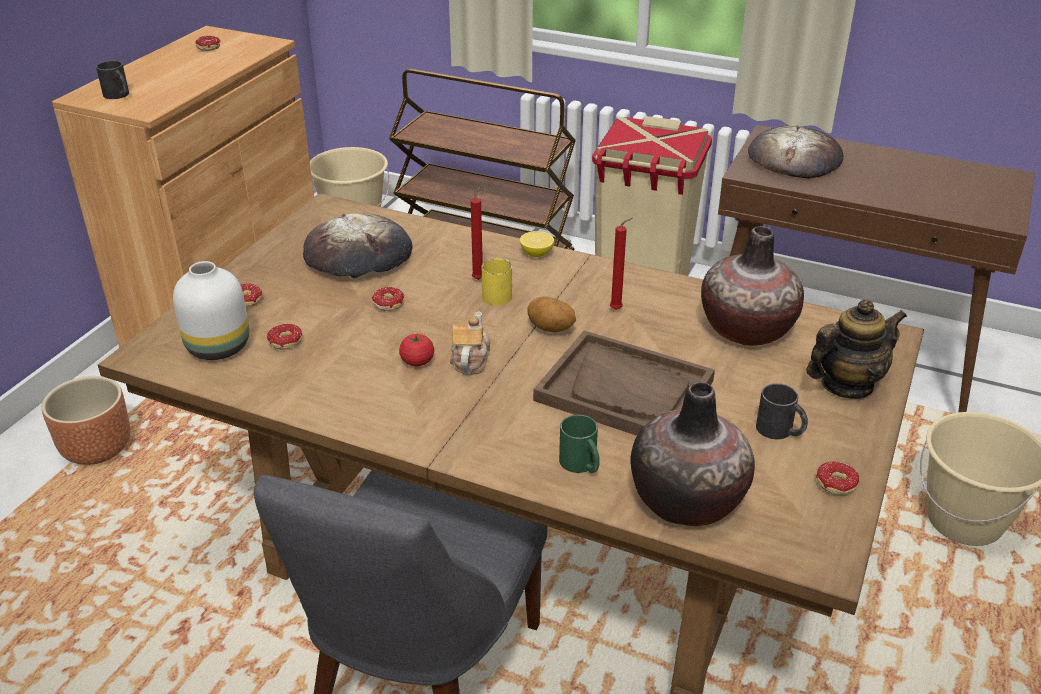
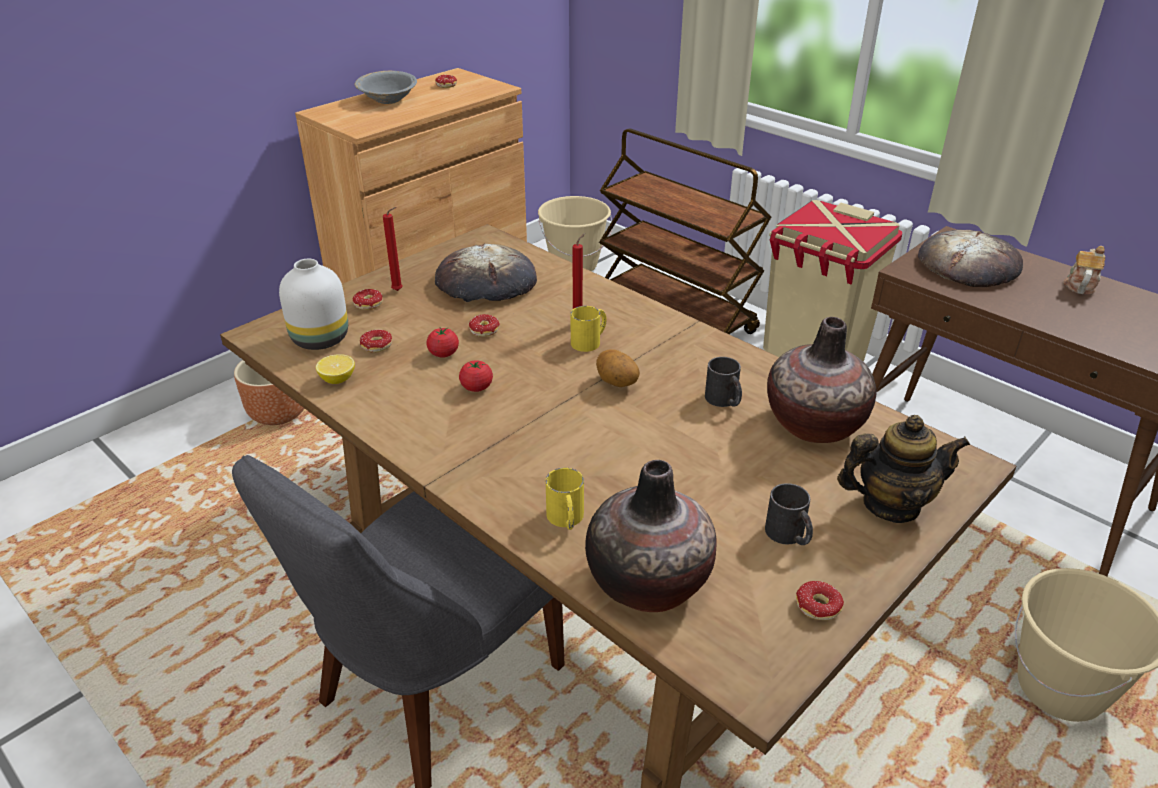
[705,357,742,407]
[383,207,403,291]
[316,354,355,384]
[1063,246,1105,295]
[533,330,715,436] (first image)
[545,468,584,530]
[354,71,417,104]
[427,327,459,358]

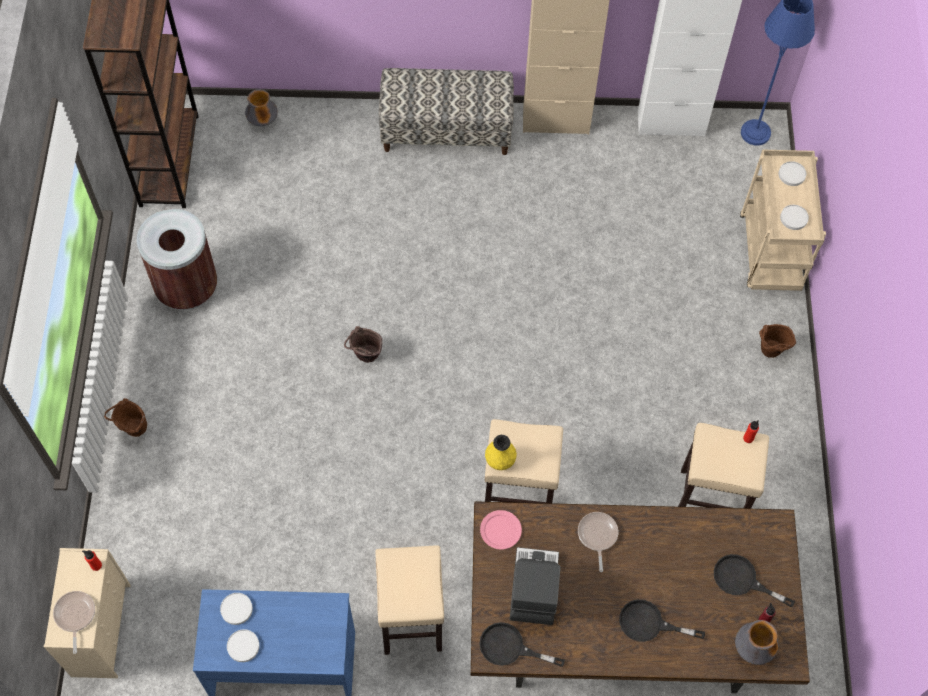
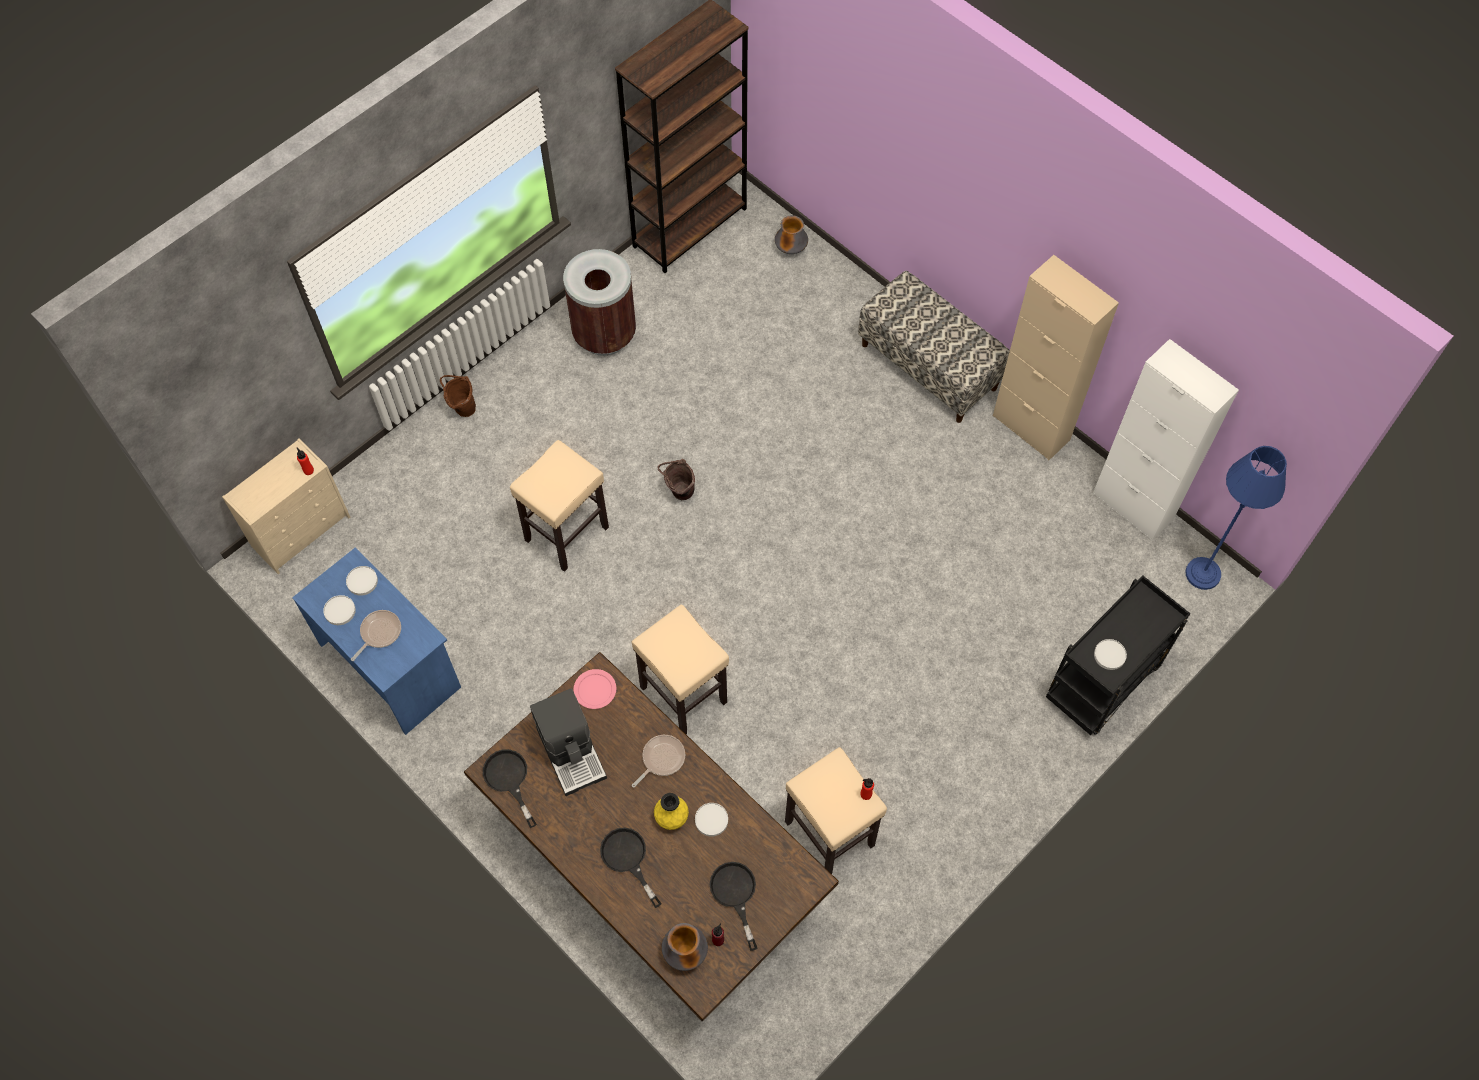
[1046,575,1190,735]
[695,803,728,837]
[759,324,796,358] (first image)
[654,793,689,830]
[510,440,609,572]
[530,688,607,796]
[351,610,401,661]

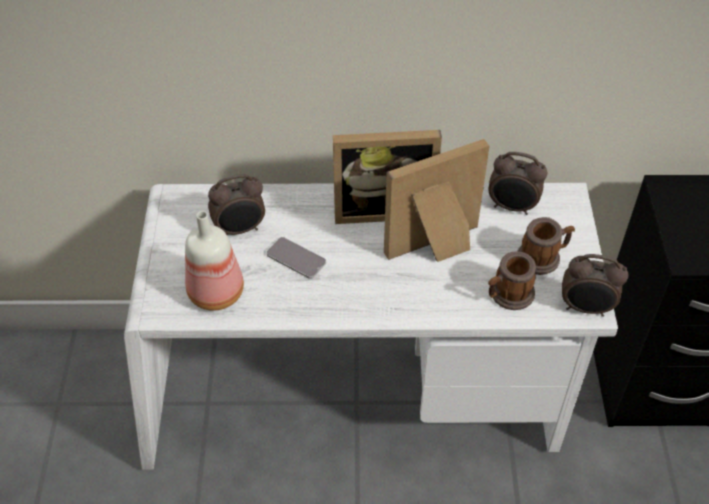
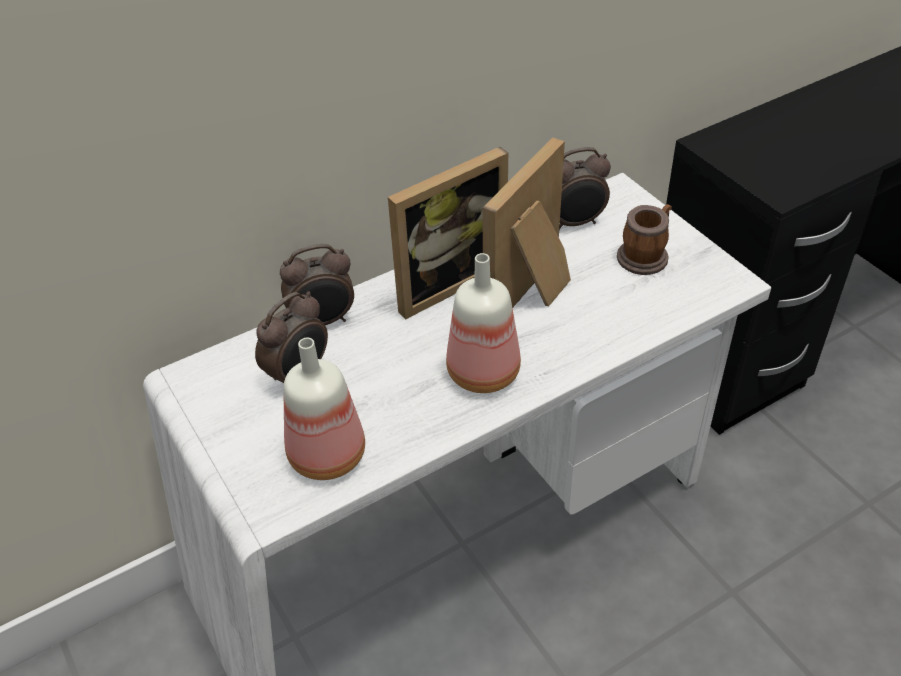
[266,237,326,279] (first image)
[488,252,536,310] (first image)
[280,244,354,325]
[446,253,521,393]

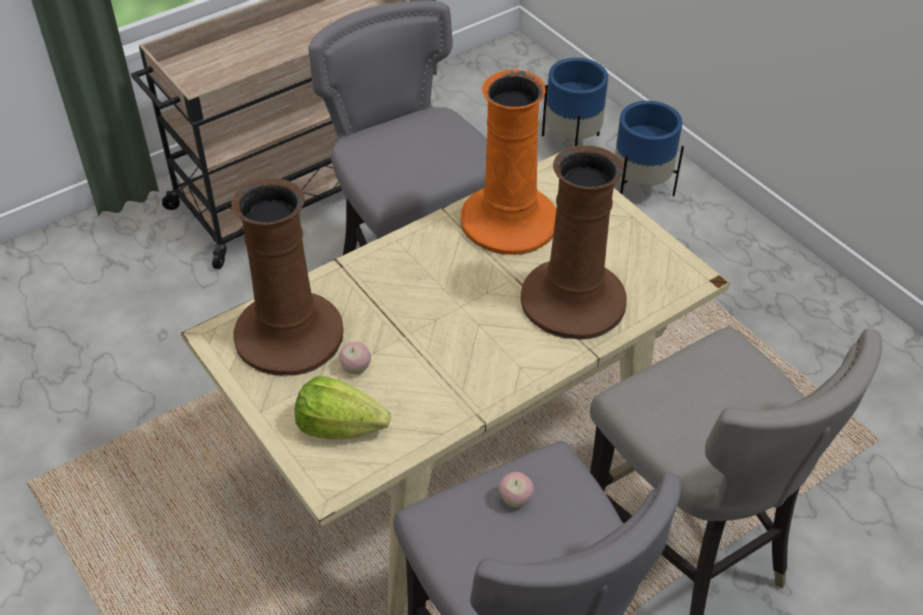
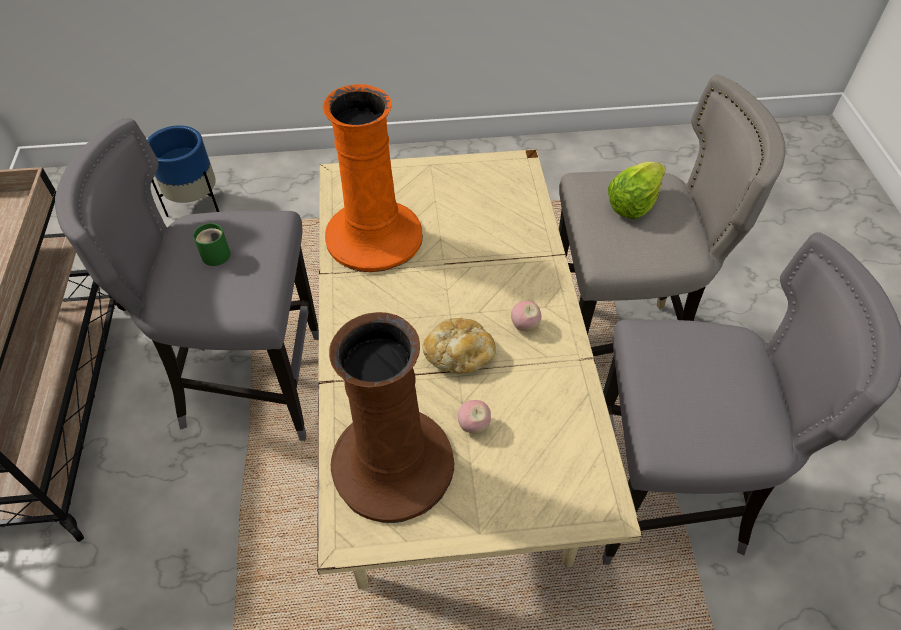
[615,101,684,196] (first image)
[521,146,627,340] (first image)
[608,162,666,220]
[511,301,541,332]
[193,223,230,266]
[422,318,496,374]

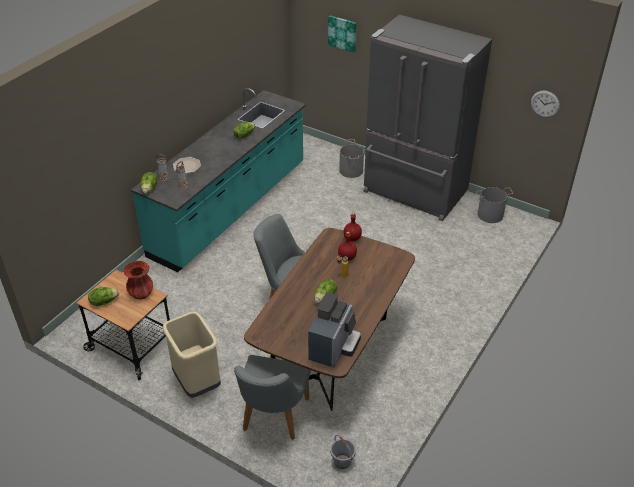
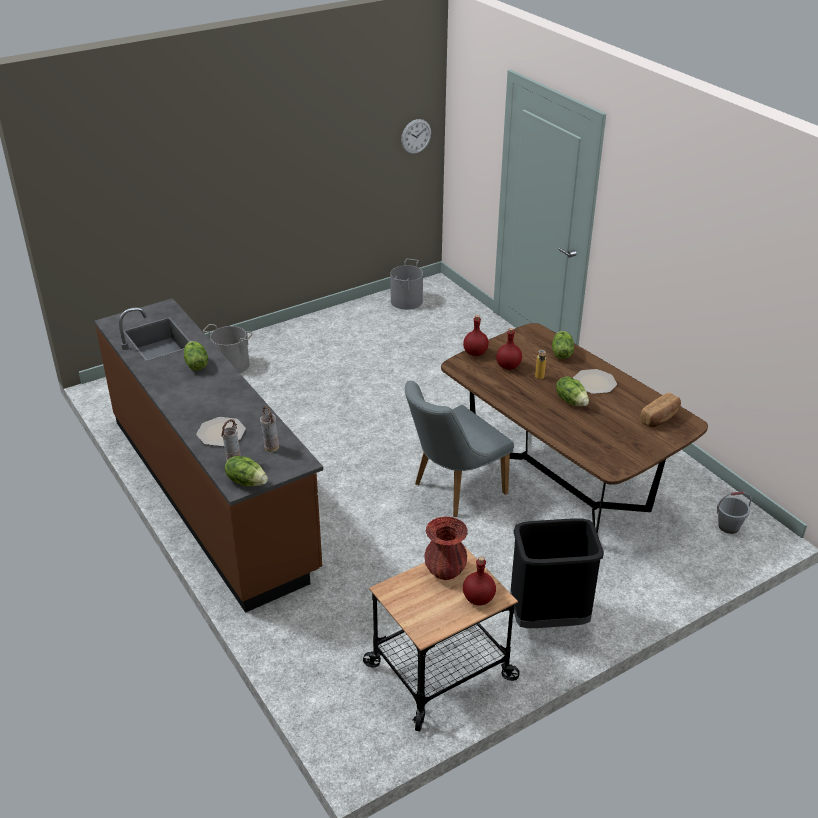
[363,15,492,221] (first image)
[328,16,357,53] (first image)
[94,298,323,613]
[552,331,574,359]
[640,393,681,427]
[510,518,604,628]
[234,355,311,440] (first image)
[573,369,617,394]
[463,556,496,605]

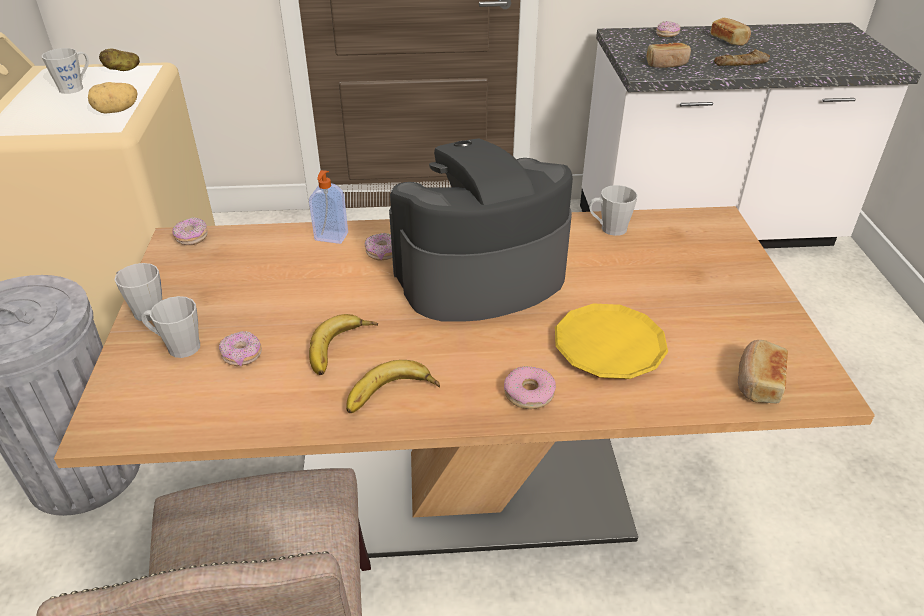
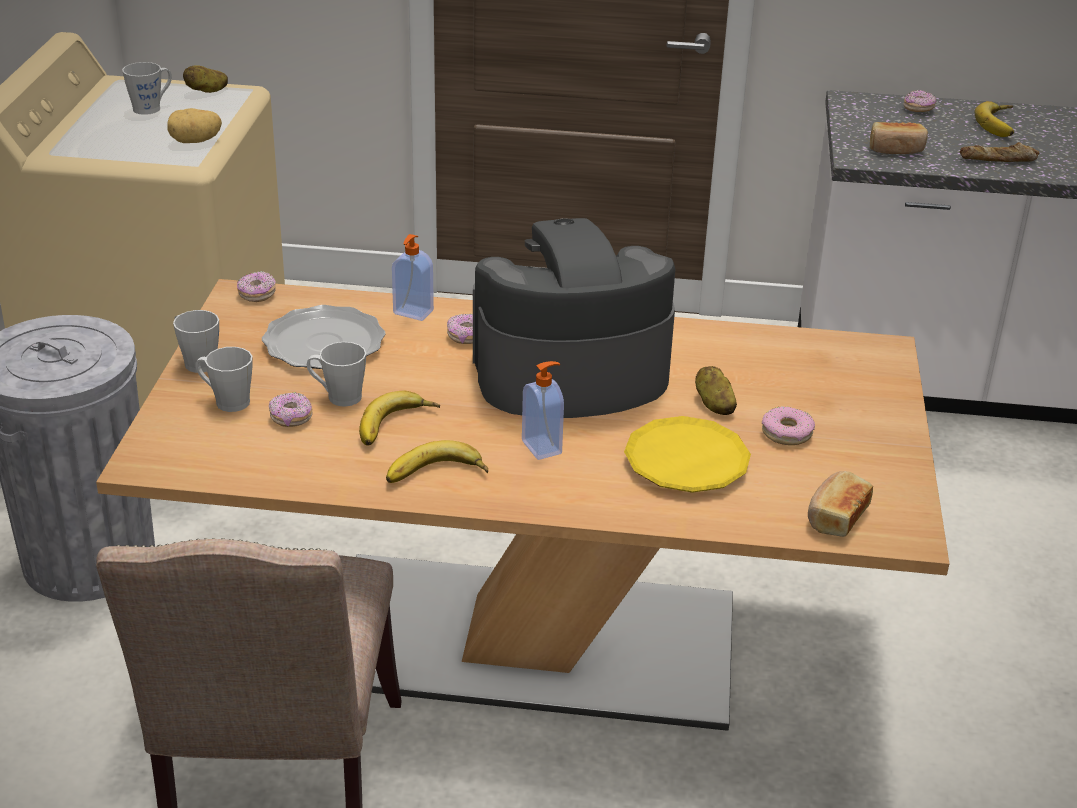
[975,101,1014,137]
[307,342,366,407]
[762,406,815,445]
[262,305,386,369]
[522,361,564,460]
[695,366,737,415]

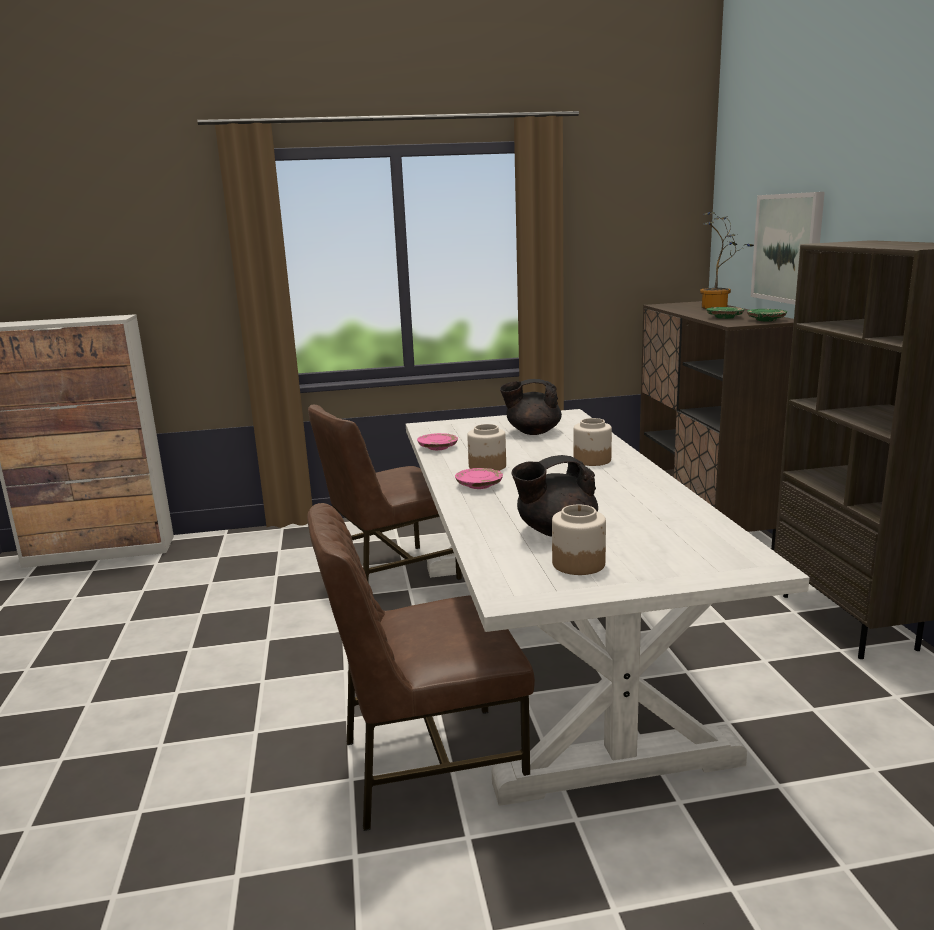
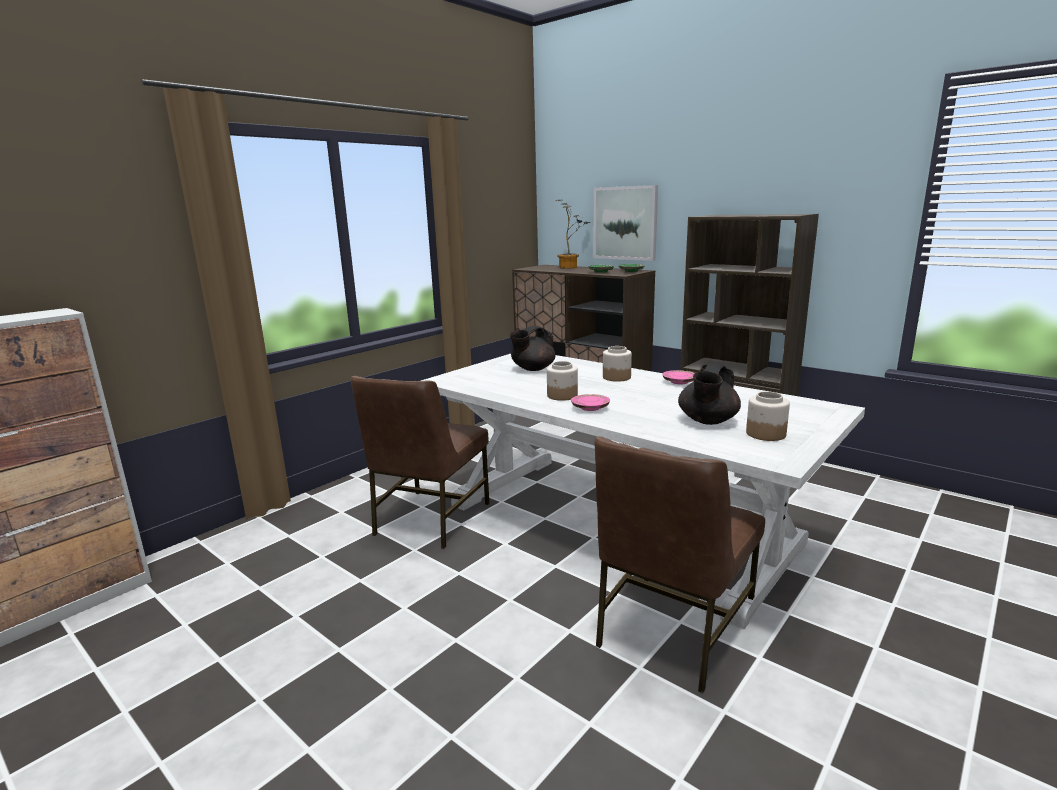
[662,370,694,384]

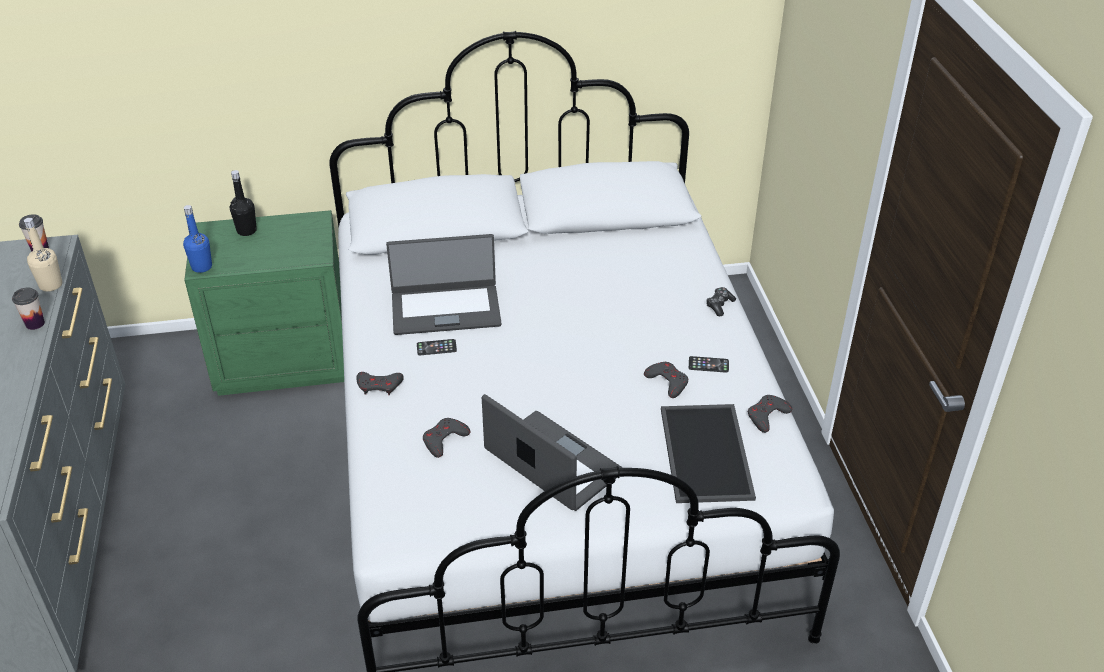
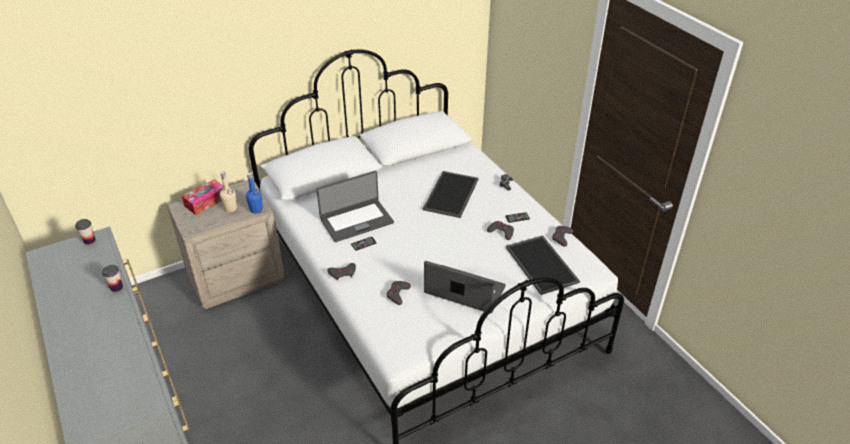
[182,179,223,215]
[246,173,263,213]
[167,179,285,309]
[220,171,237,212]
[423,171,479,218]

